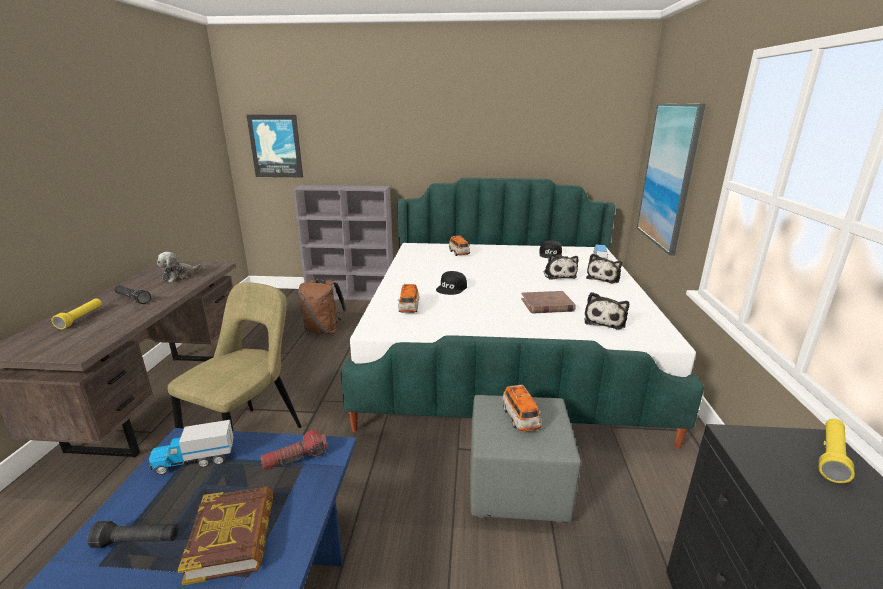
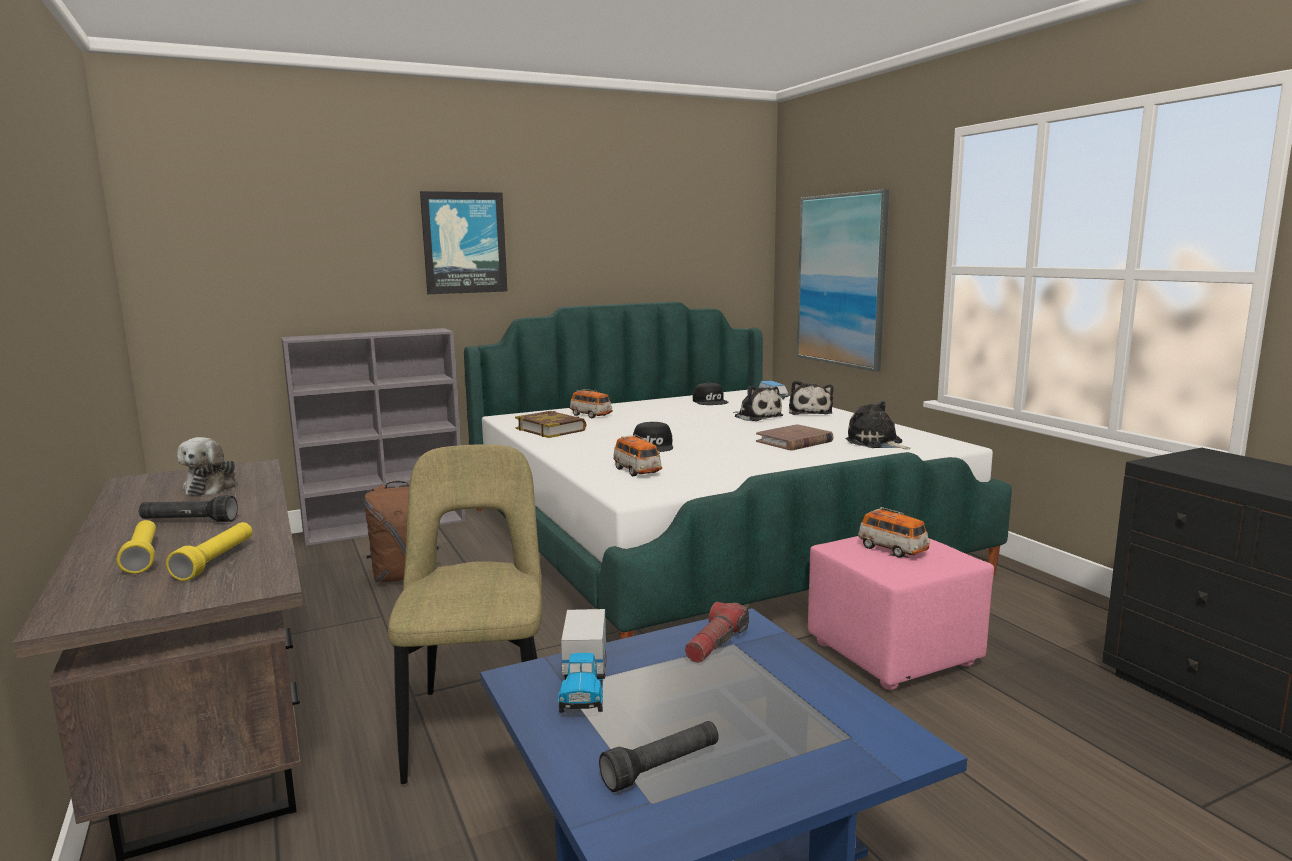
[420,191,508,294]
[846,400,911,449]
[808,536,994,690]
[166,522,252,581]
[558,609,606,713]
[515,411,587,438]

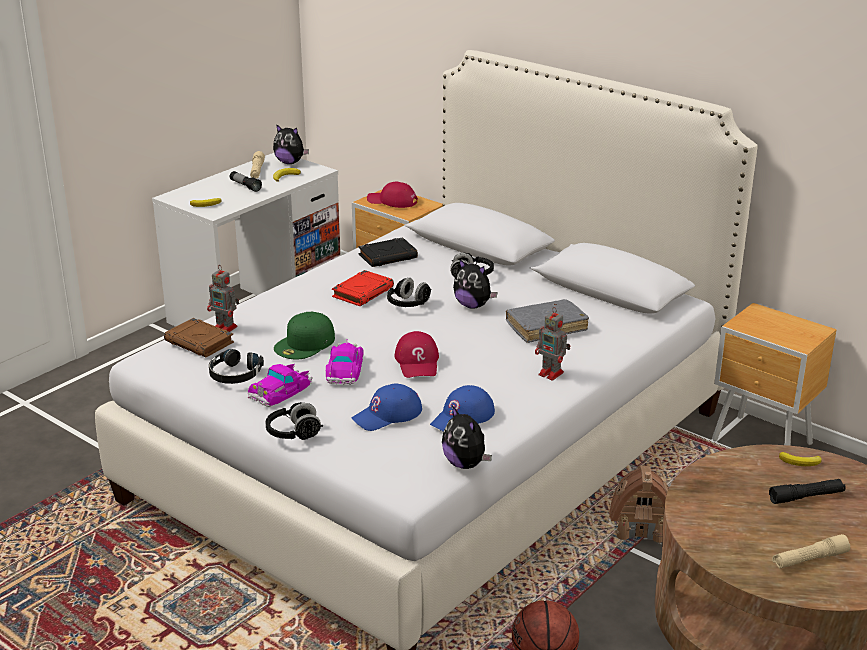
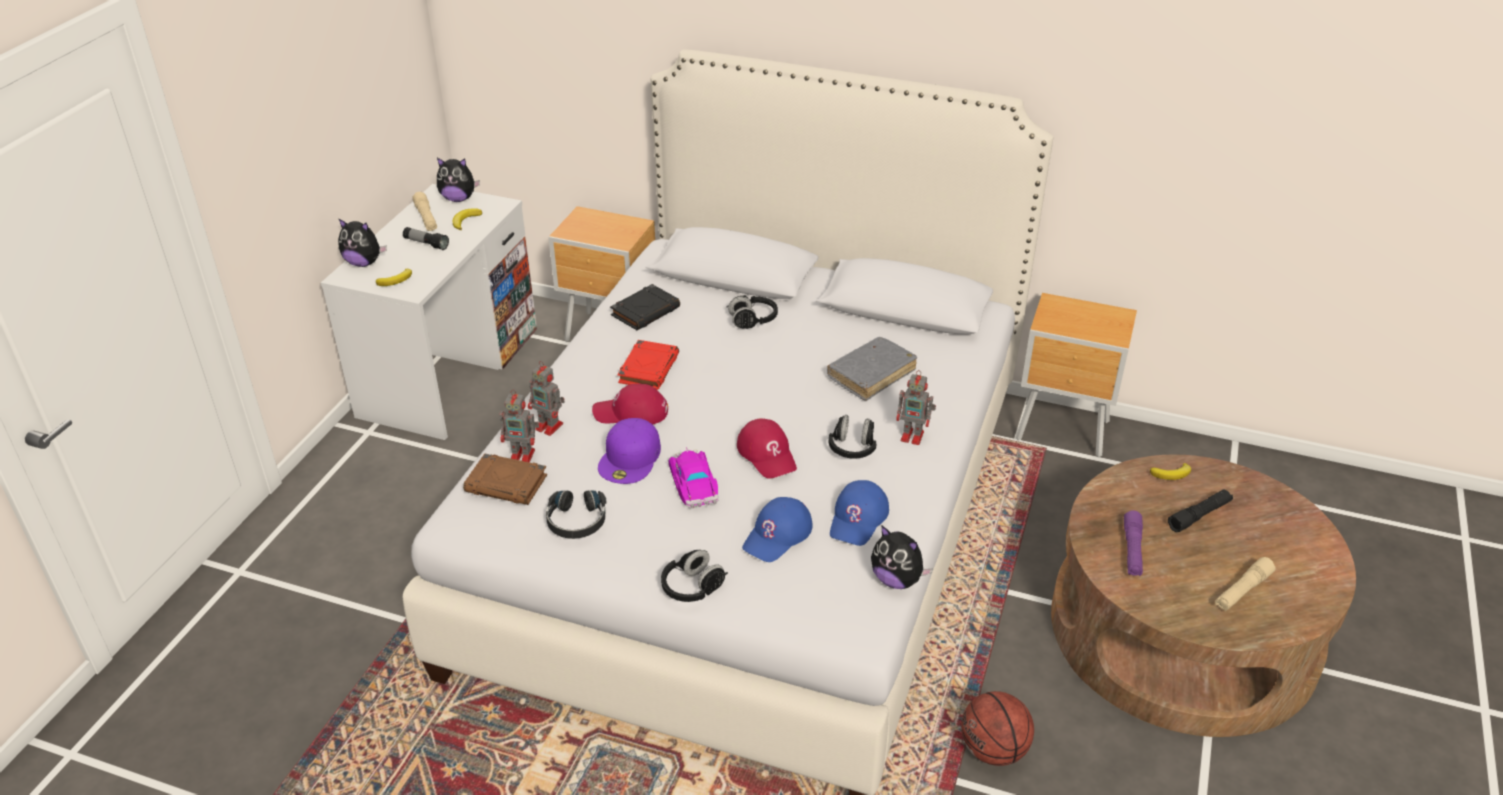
[592,383,668,425]
[338,218,387,267]
[828,415,877,459]
[598,418,661,484]
[248,364,313,407] (first image)
[609,465,669,544] (first image)
[528,361,565,436]
[1124,511,1143,576]

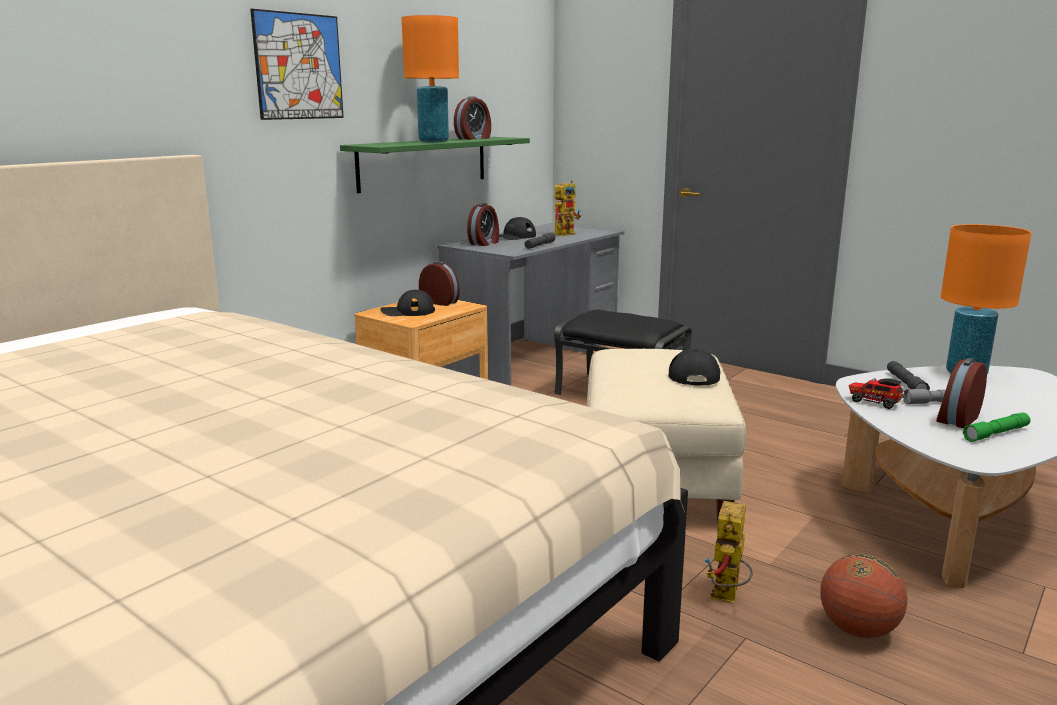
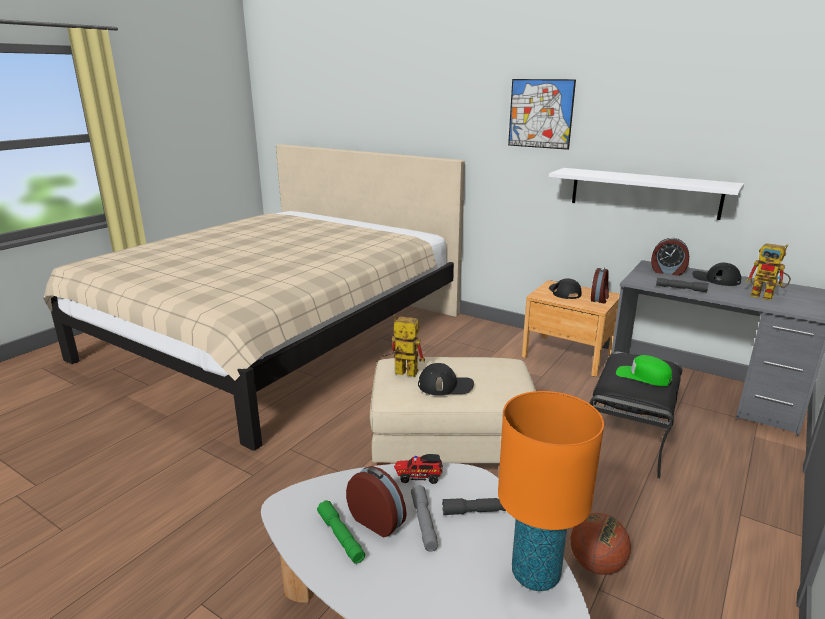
[401,15,459,143] (first image)
[454,96,491,139] (first image)
[549,168,744,220]
[394,454,443,484]
[382,315,425,377]
[571,513,631,575]
[616,355,672,386]

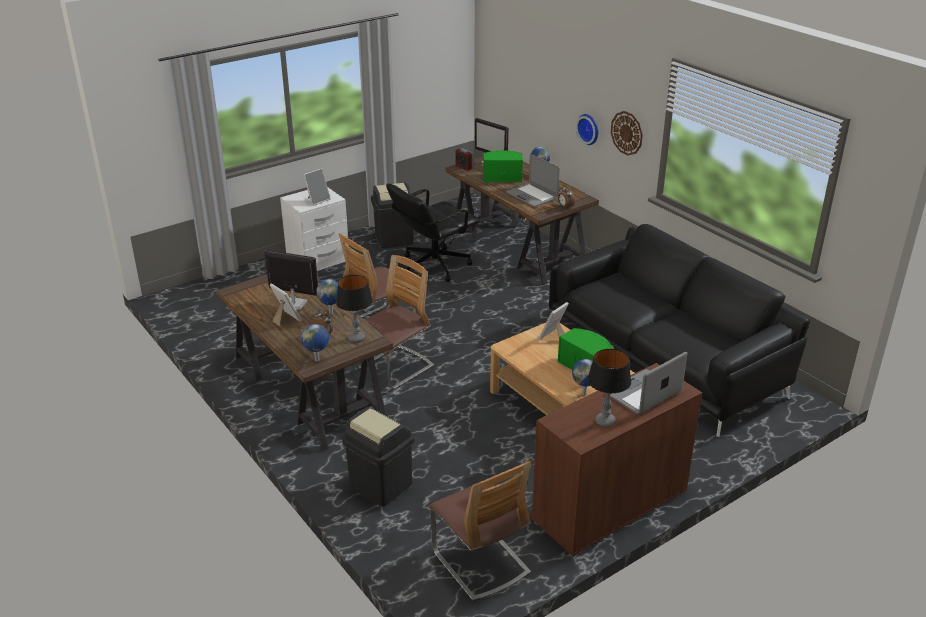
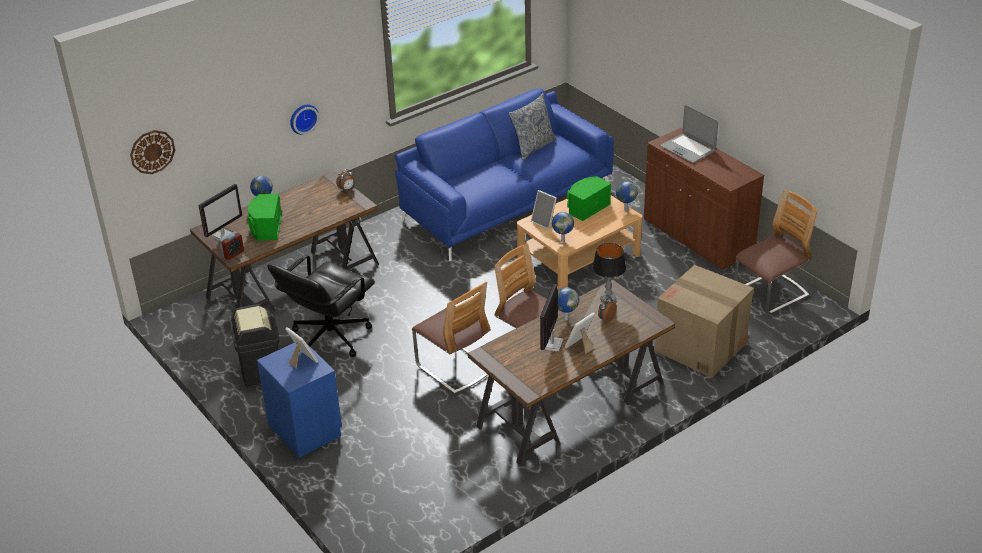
[130,130,175,174]
[506,154,560,207] (first image)
[267,255,375,357]
[257,343,342,458]
[395,89,614,261]
[552,212,574,242]
[588,349,631,427] (first image)
[654,265,754,378]
[508,93,557,160]

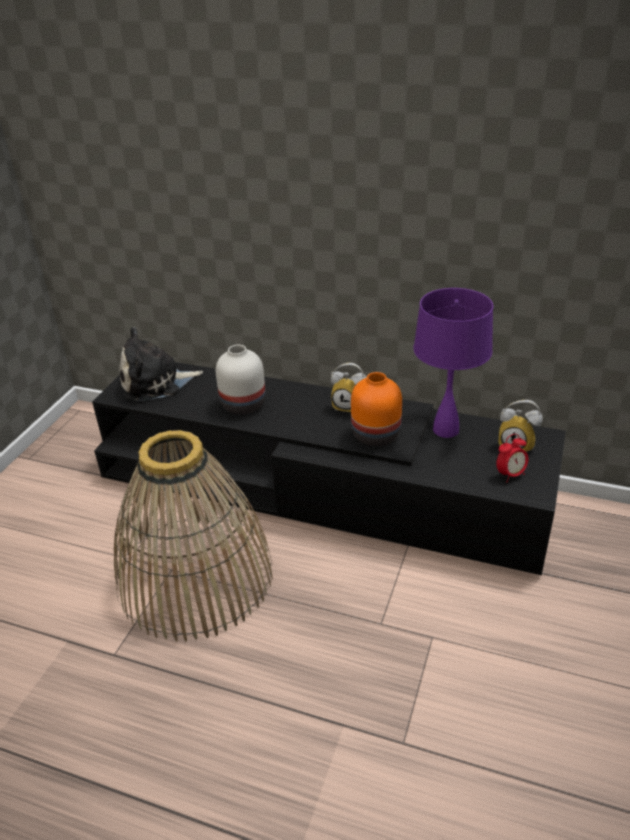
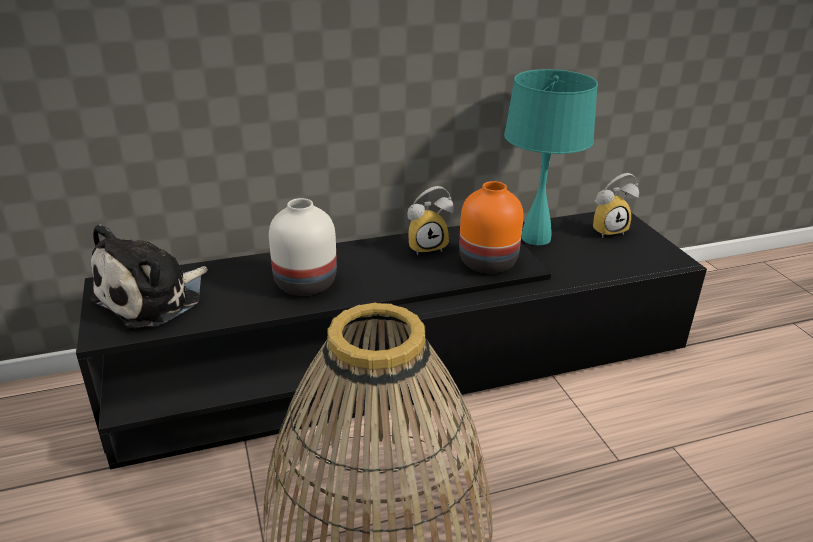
[504,69,598,245]
[496,434,528,482] (first image)

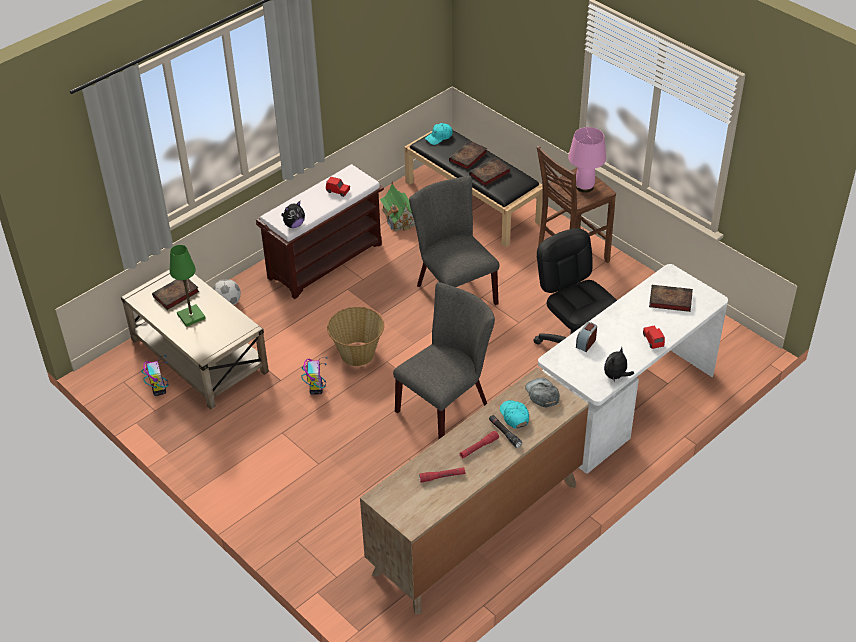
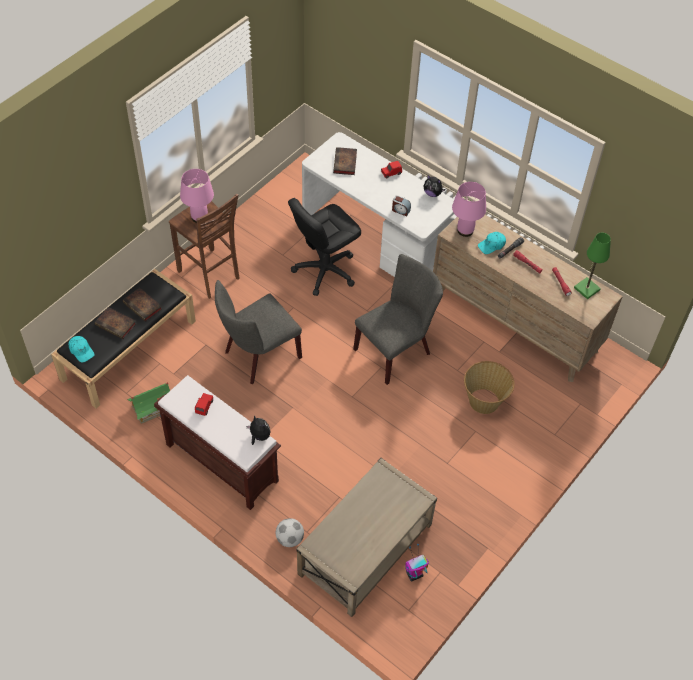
[574,233,611,299]
[152,279,199,310] (first image)
[353,254,443,385]
[464,361,515,414]
[301,357,328,395] (first image)
[452,182,486,237]

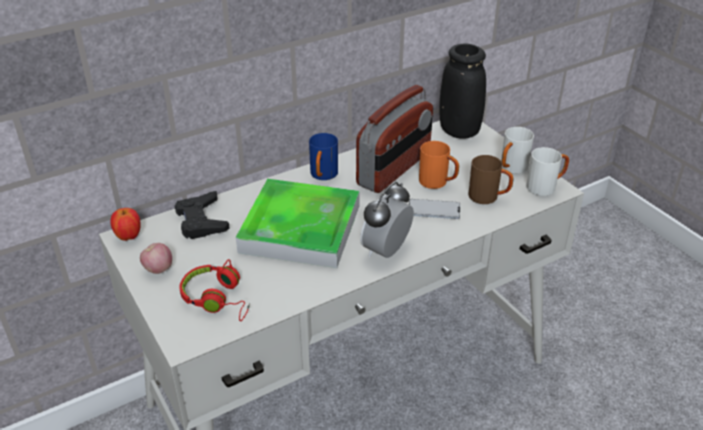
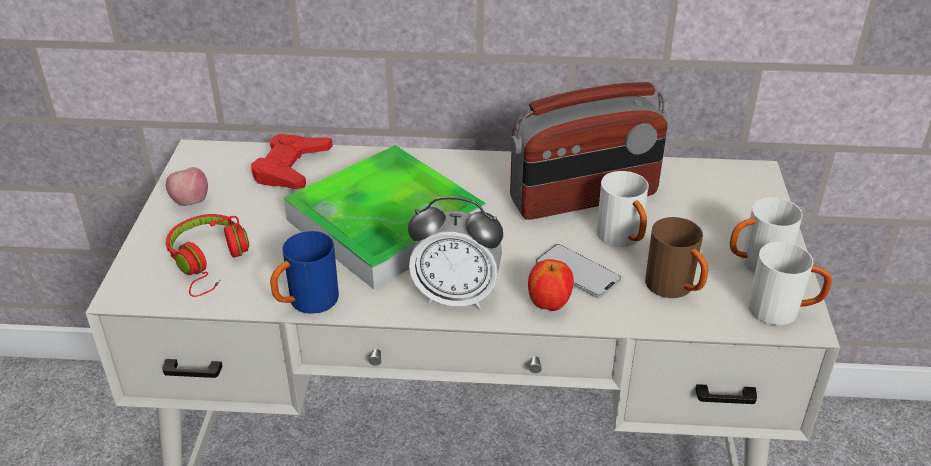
[439,44,486,139] (first image)
[270,231,339,314]
[597,171,649,247]
[408,197,503,309]
[251,133,333,189]
[528,259,574,311]

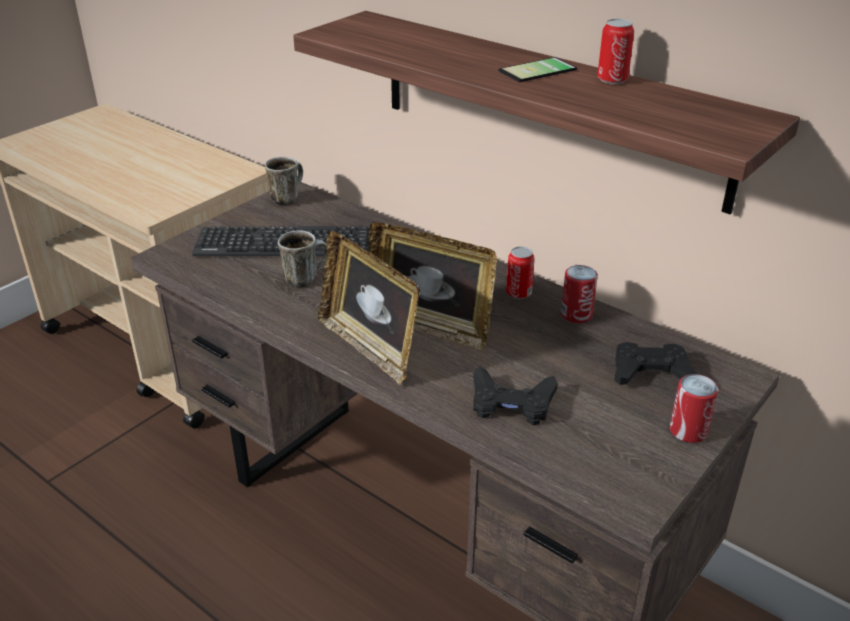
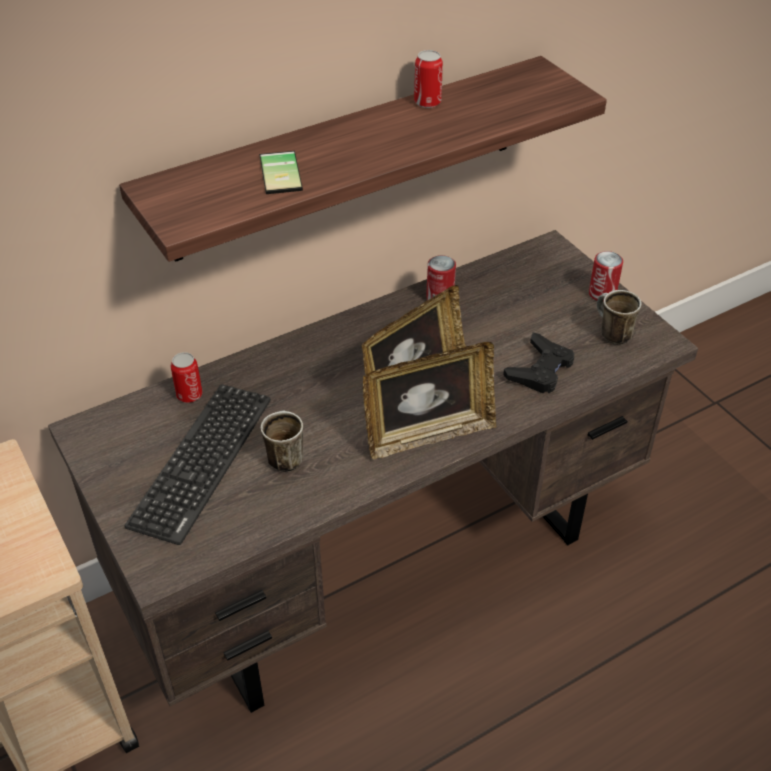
[259,151,308,194]
[597,290,642,345]
[171,352,202,403]
[614,342,697,385] (first image)

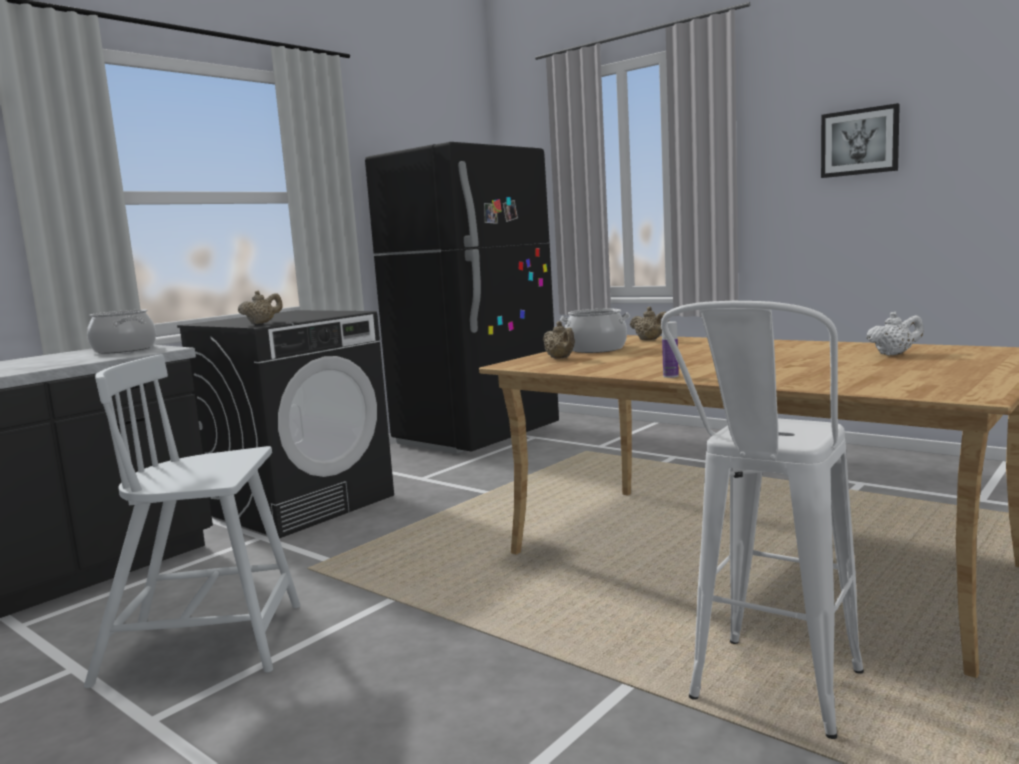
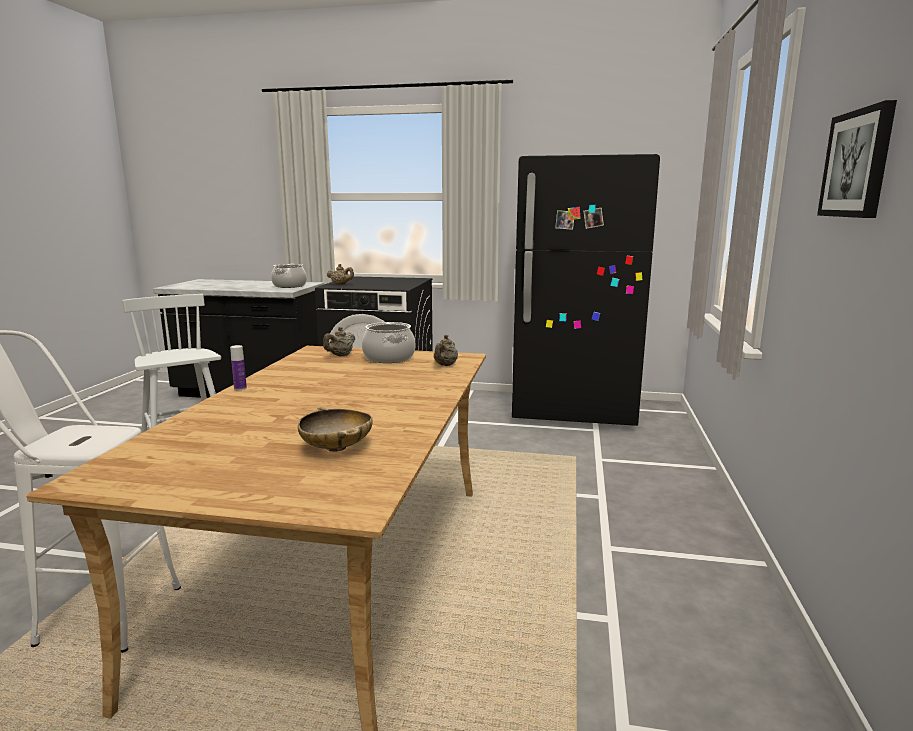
[298,407,373,452]

